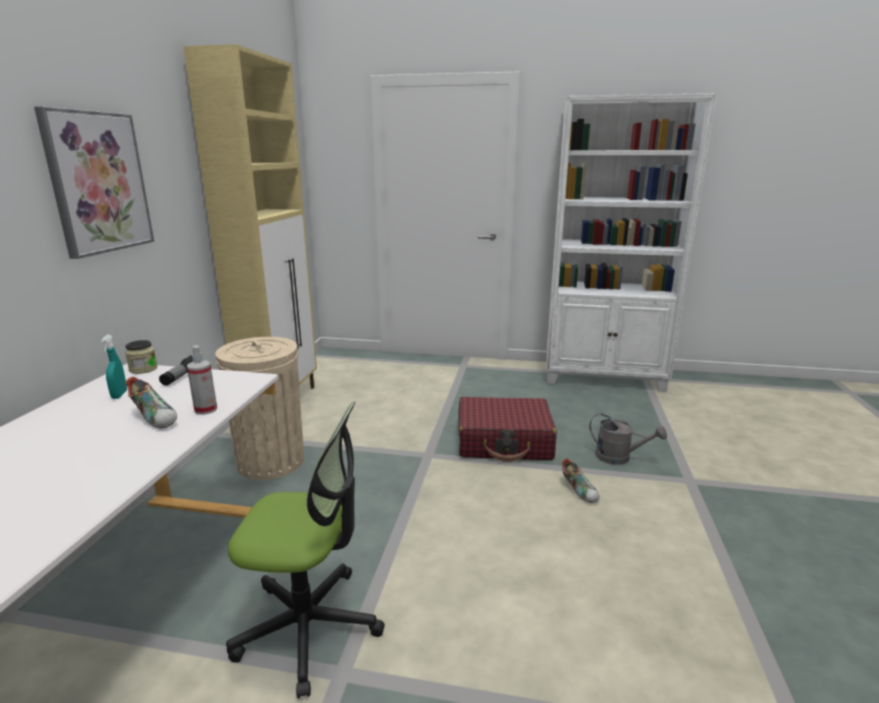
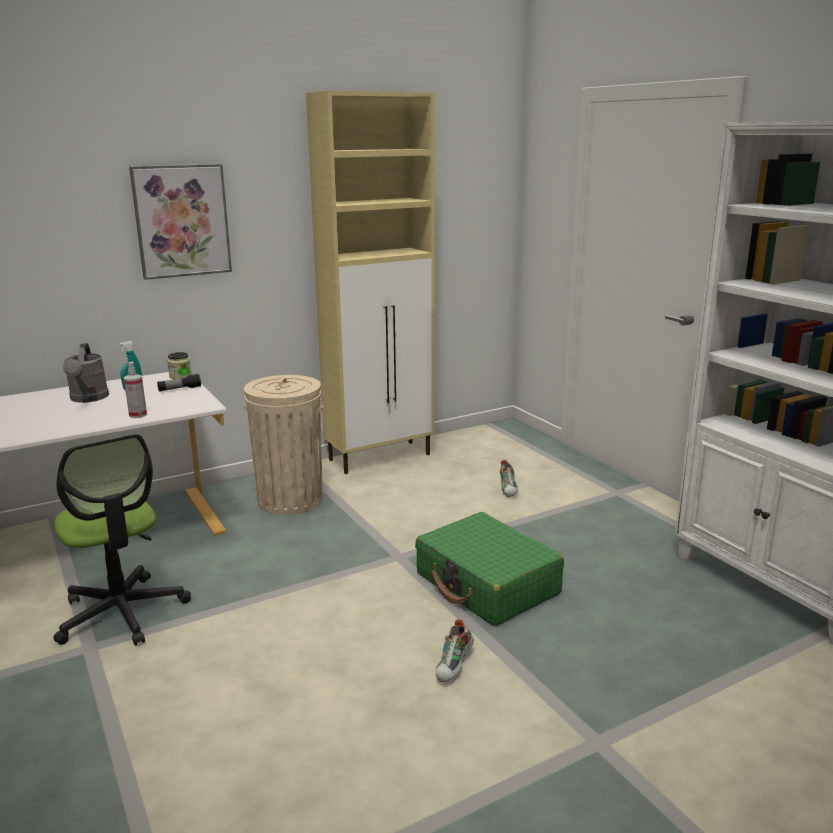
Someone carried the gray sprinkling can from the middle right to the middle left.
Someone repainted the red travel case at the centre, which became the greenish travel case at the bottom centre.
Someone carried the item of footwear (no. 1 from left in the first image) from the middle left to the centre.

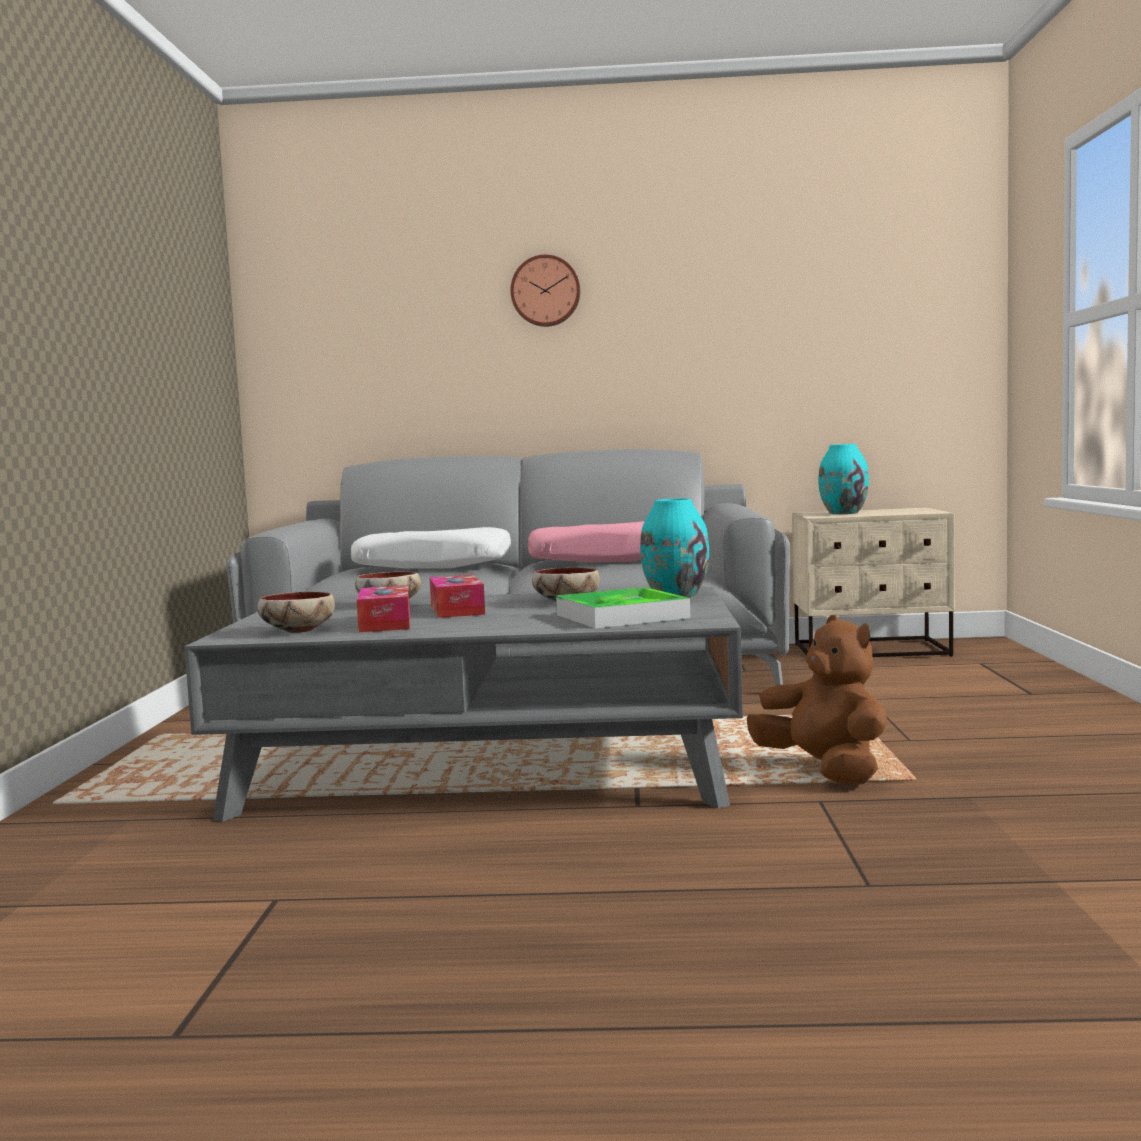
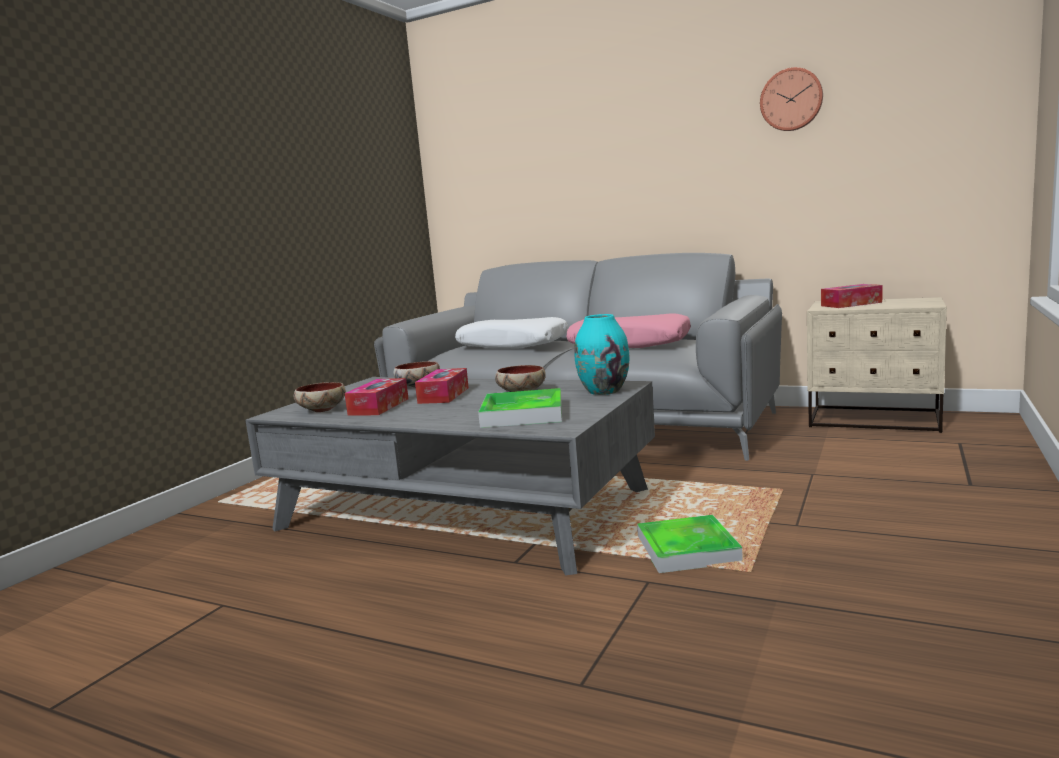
Someone swapped the brown-coloured plush toy at the middle right for the carrying tray (no. 2 from left) at the bottom centre.
Someone carried the hanging clock from the top centre to the top right.
Someone swapped the blue-green flower vase (no. 2 from left) at the middle right for the tissue box (no. 3 from left) at the middle right.

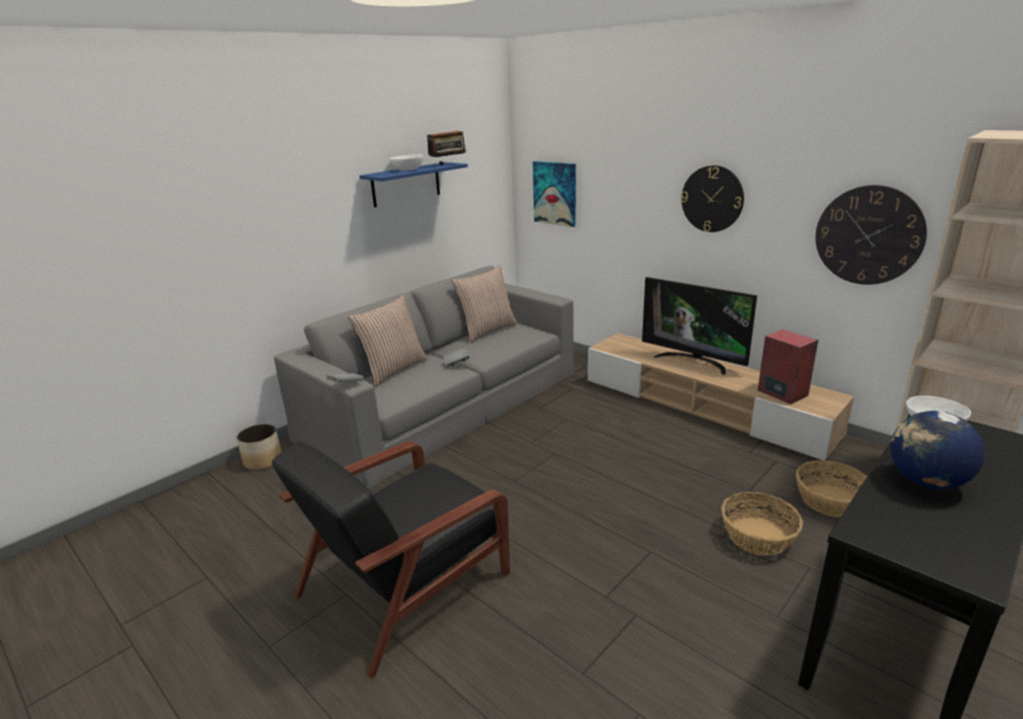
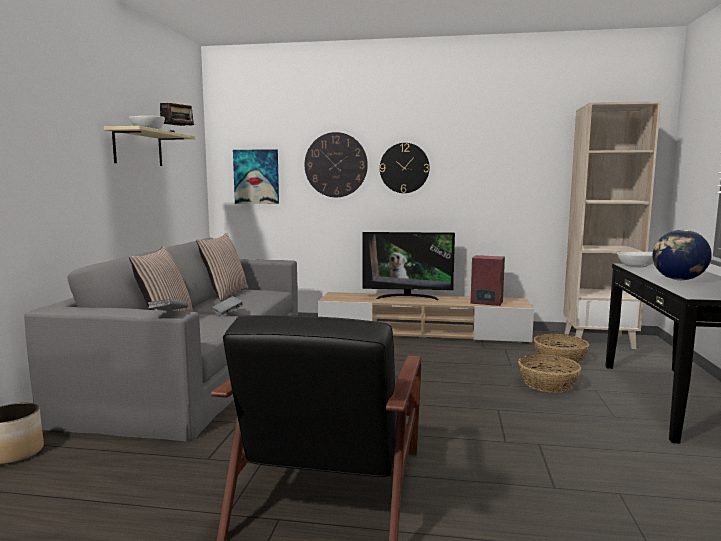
Someone repainted the blue-coloured bracket shelf at the top centre, which became the beige bracket shelf at the top left.
Someone carried the hanging clock (no. 2 from left in the first image) from the top right to the top centre.

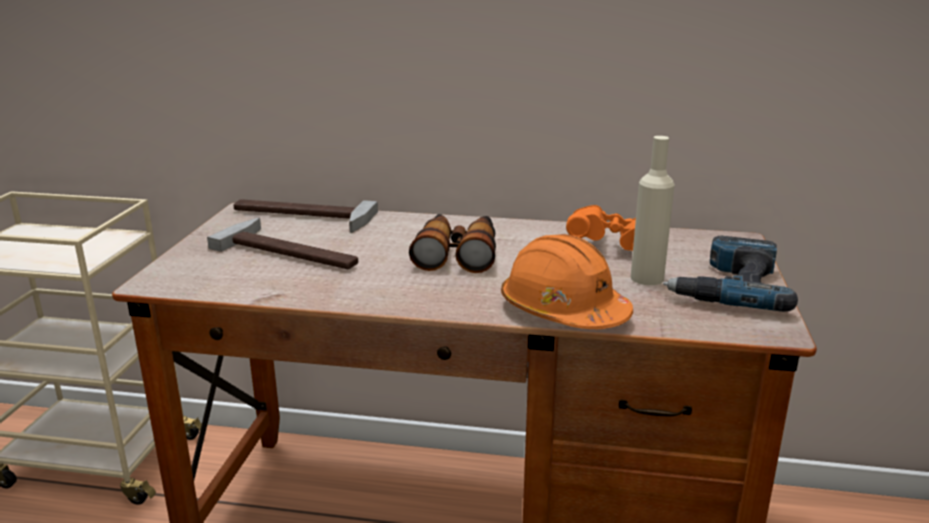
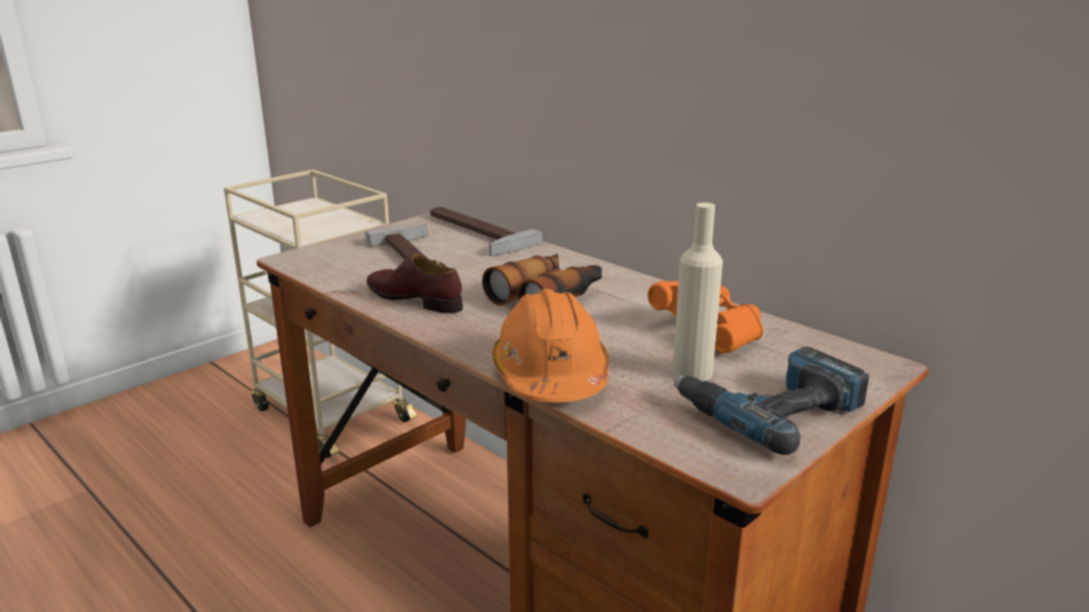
Someone put down the brown-coloured item of footwear at the centre.

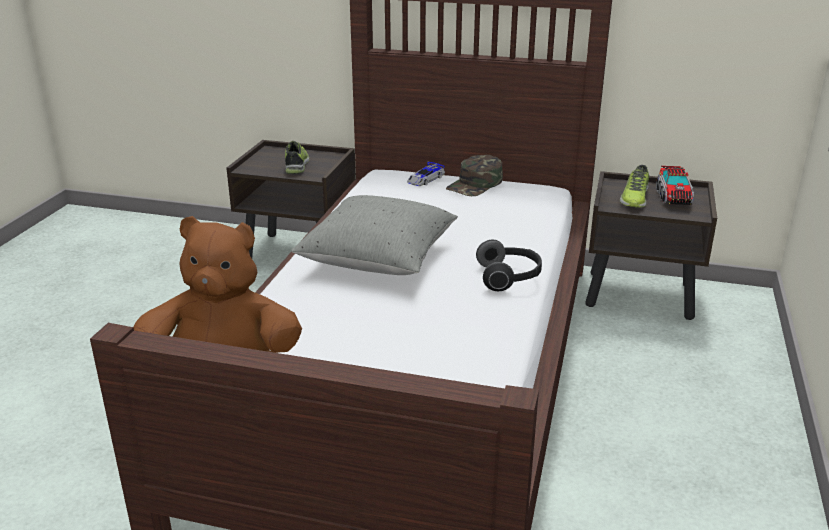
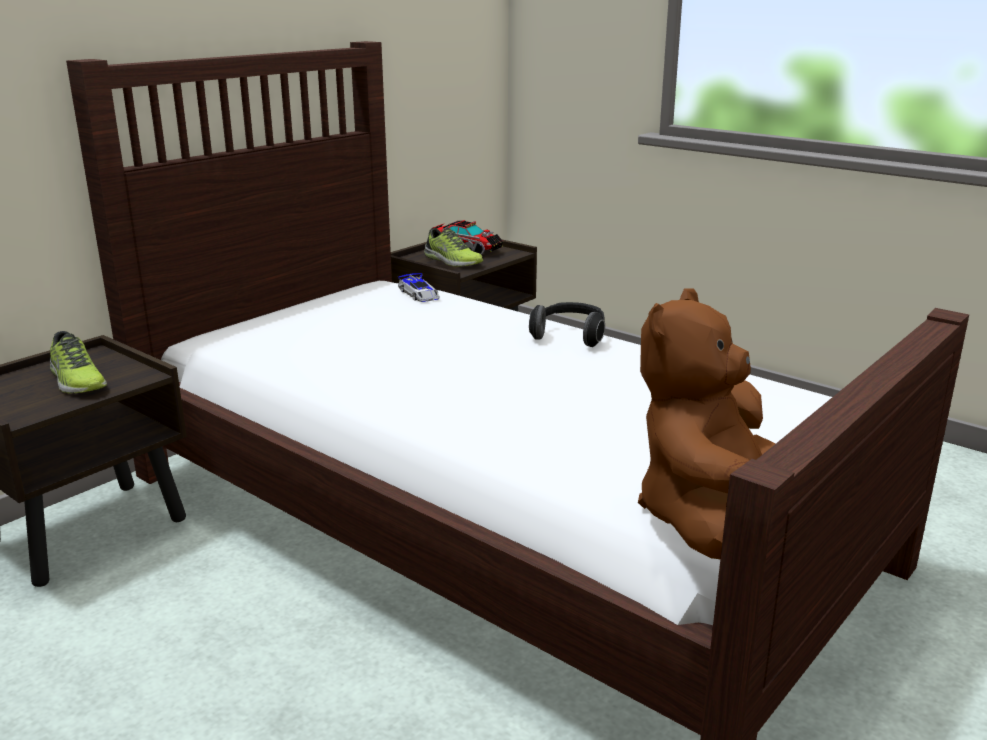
Someone rotated the item of footwear (no. 1 from left) at the top centre by 150 degrees counterclockwise.
Someone carried the toy car from the top centre to the centre.
Someone took away the gray throw pillow at the centre.
Someone took away the greenish baseball cap at the top centre.

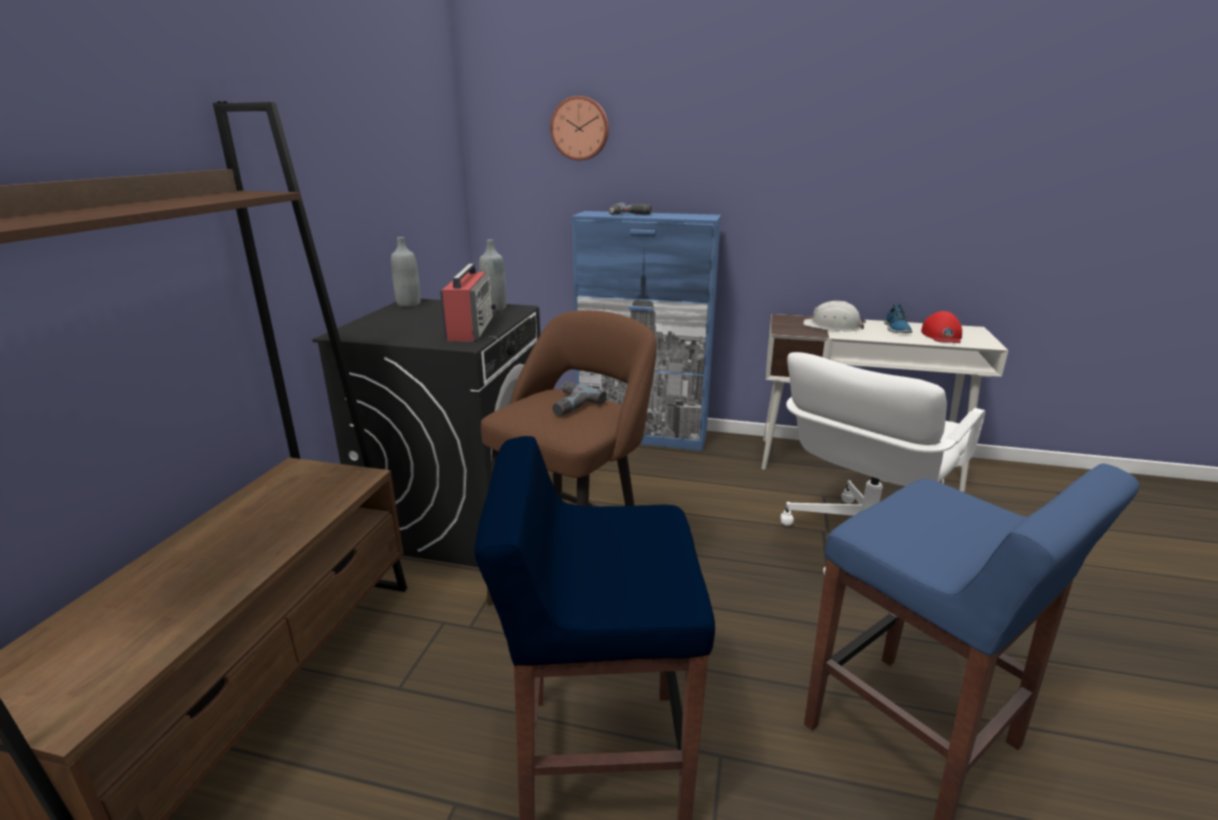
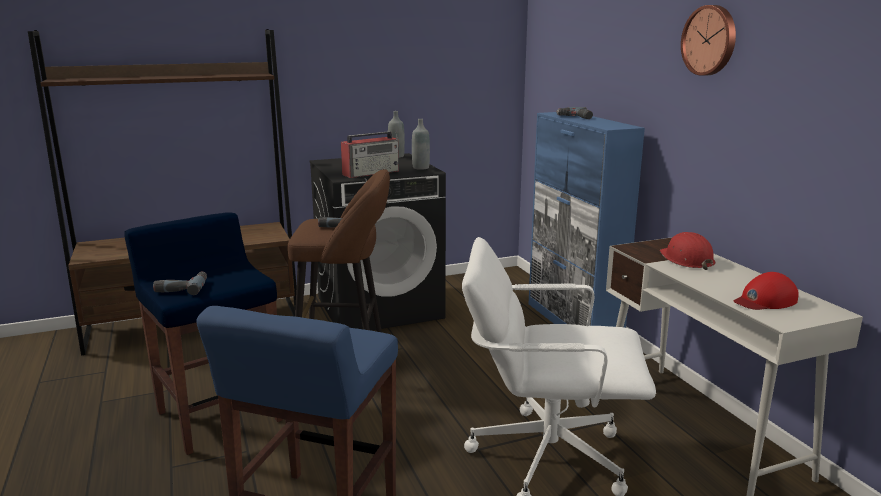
Someone put down the power drill (no. 1 from left) at the middle left.
Someone repainted the whitish work helmet at the middle right, which became the red work helmet at the middle right.
Someone carried the hanging clock from the top centre to the top right.
Someone took away the item of footwear at the middle right.

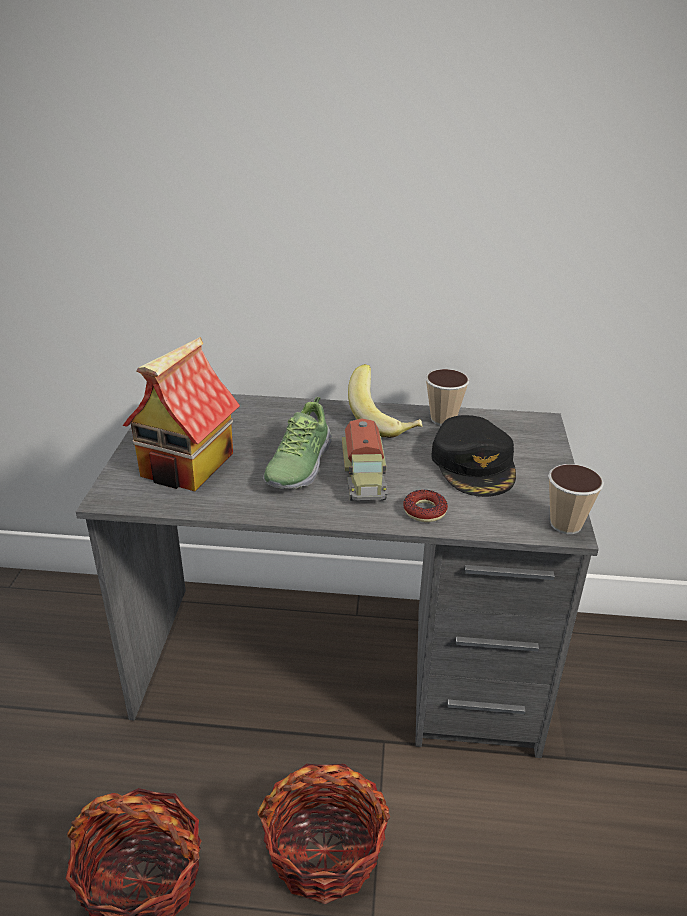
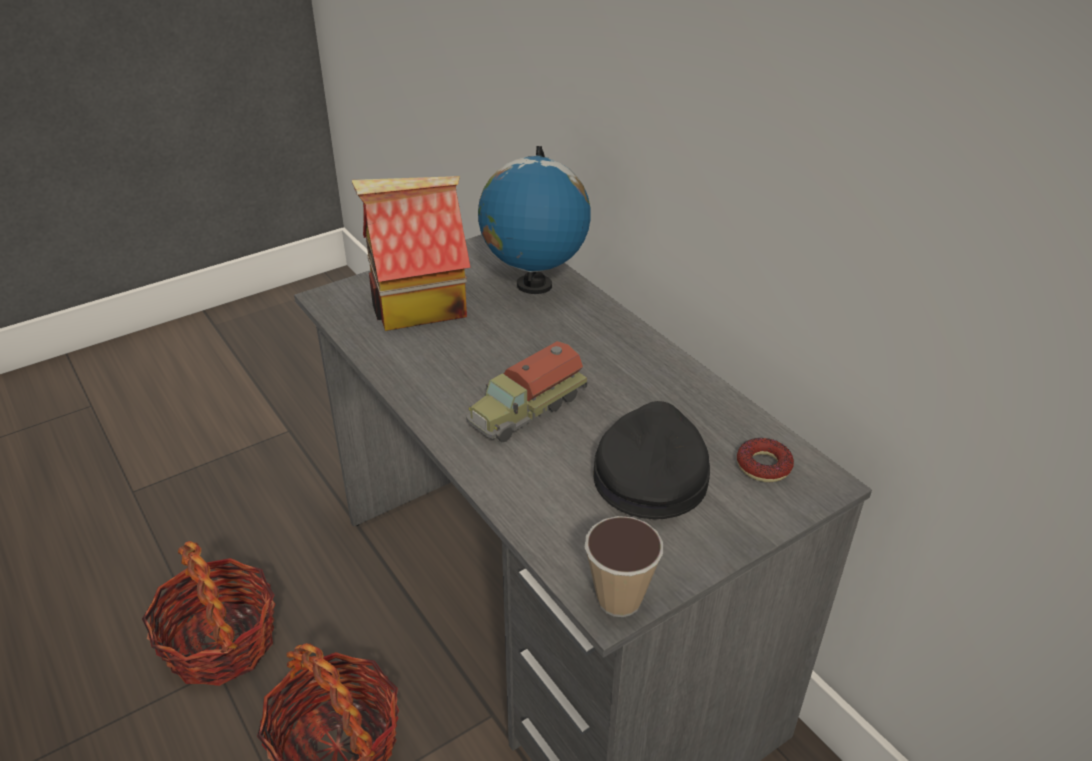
Someone put down the globe at the top centre.
Someone rotated the blackish baseball cap at the middle right by 150 degrees clockwise.
Someone carried the ring doughnut from the centre to the middle right.
Someone took away the item of footwear at the centre.
Someone took away the banana fruit at the centre.
Someone took away the drinking cup (no. 1 from left) at the centre.

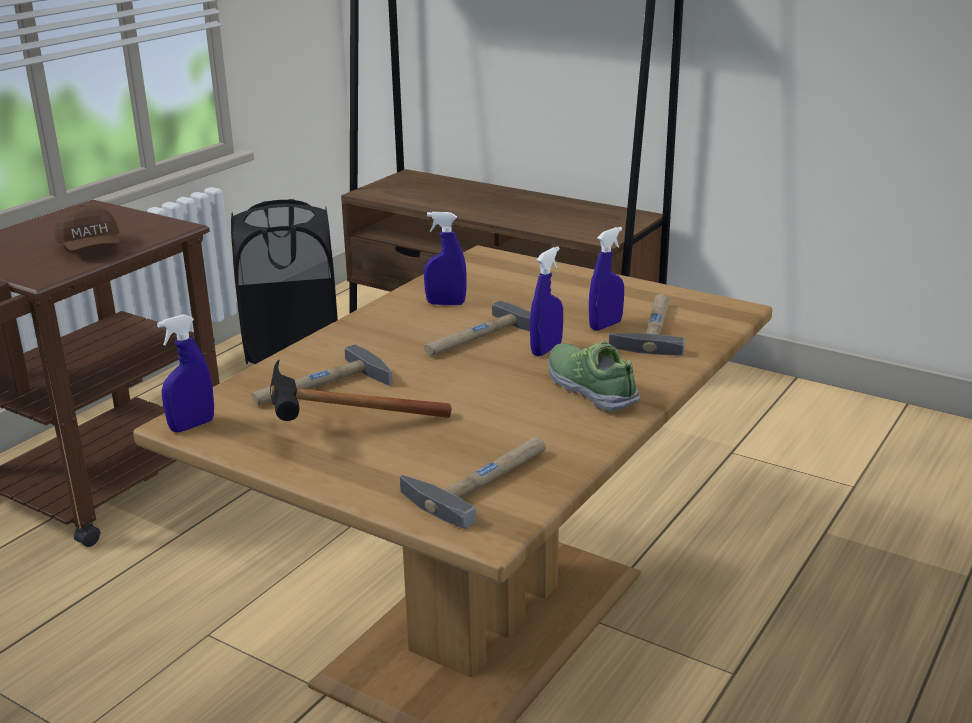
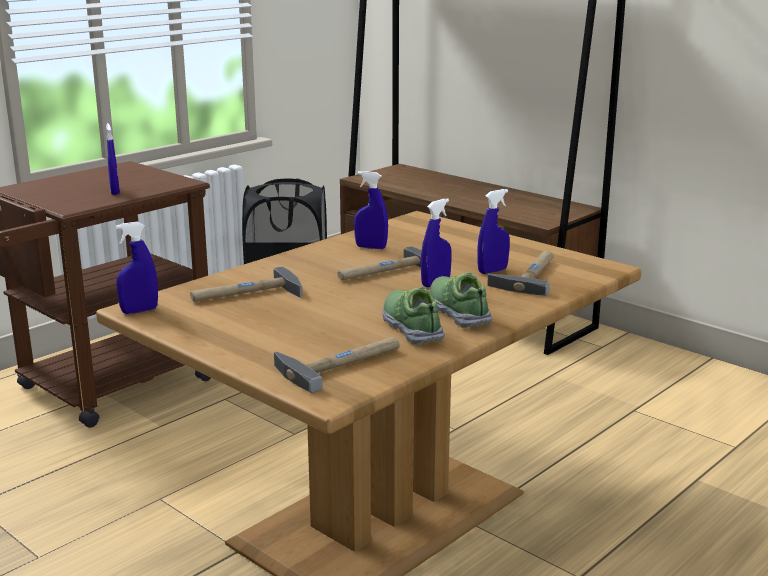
Someone swapped the brown-coloured baseball cap at the top left for the blue-coloured sprayer (no. 1 from left) at the top left.
Someone put down the item of footwear (no. 1 from left) at the centre.
Someone took away the hammer (no. 2 from left) at the centre.

